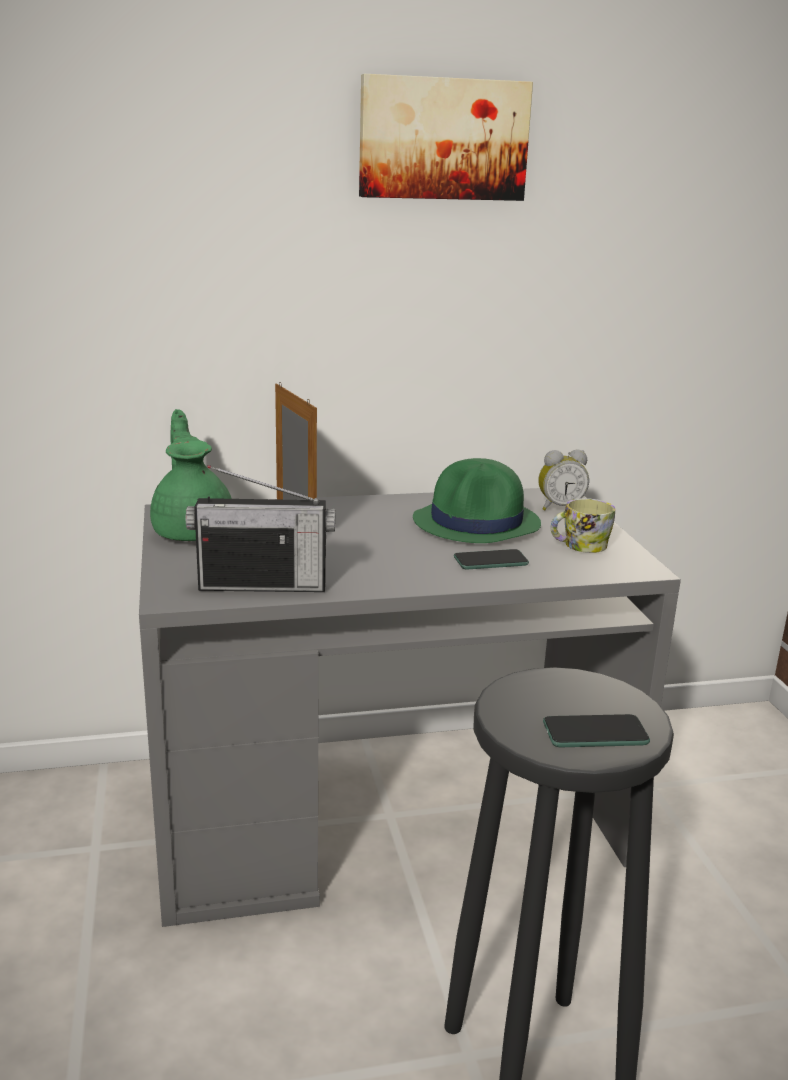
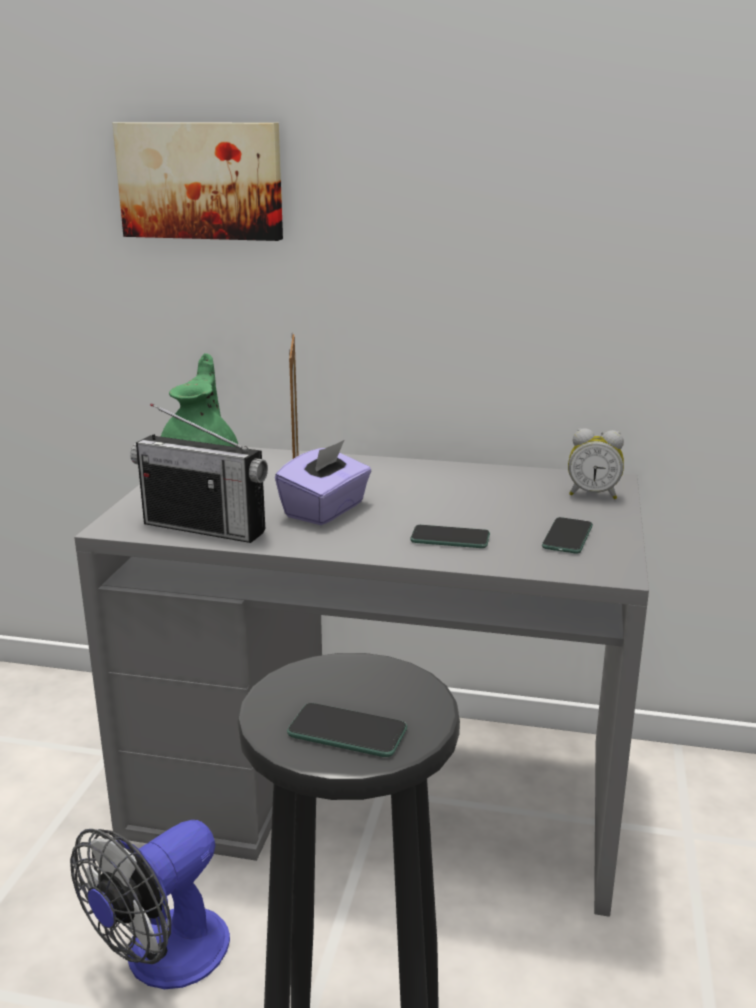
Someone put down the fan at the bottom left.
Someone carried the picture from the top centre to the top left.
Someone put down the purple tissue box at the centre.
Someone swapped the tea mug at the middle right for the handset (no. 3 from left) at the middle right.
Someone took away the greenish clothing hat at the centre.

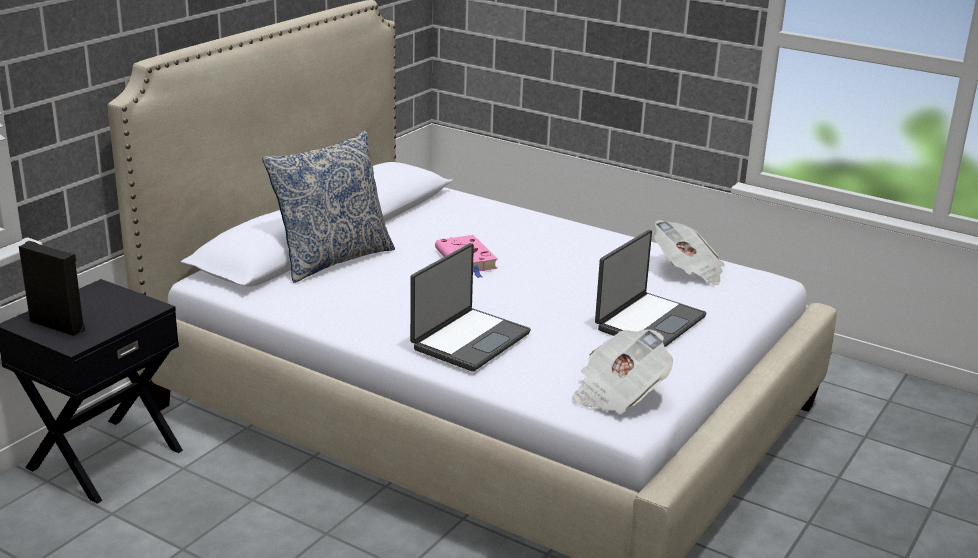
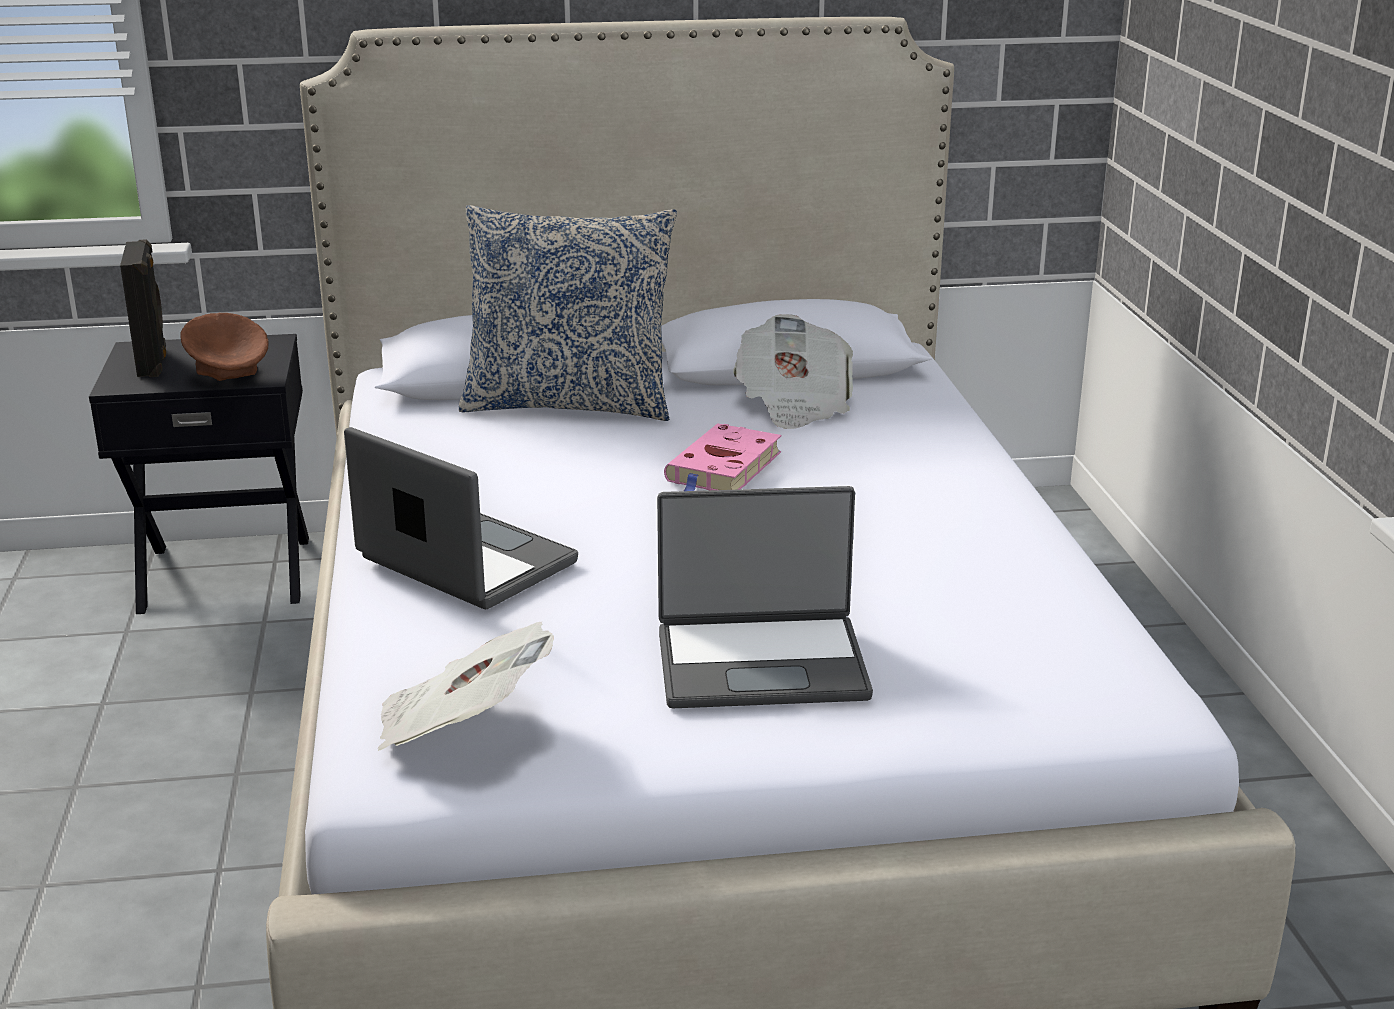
Someone put down the brown-coloured deep dish at the middle left.
Someone rotated the portable computer (no. 1 from left) at the centre by 135 degrees counterclockwise.
Someone carried the printed paper (no. 2 from left) from the middle right to the centre.

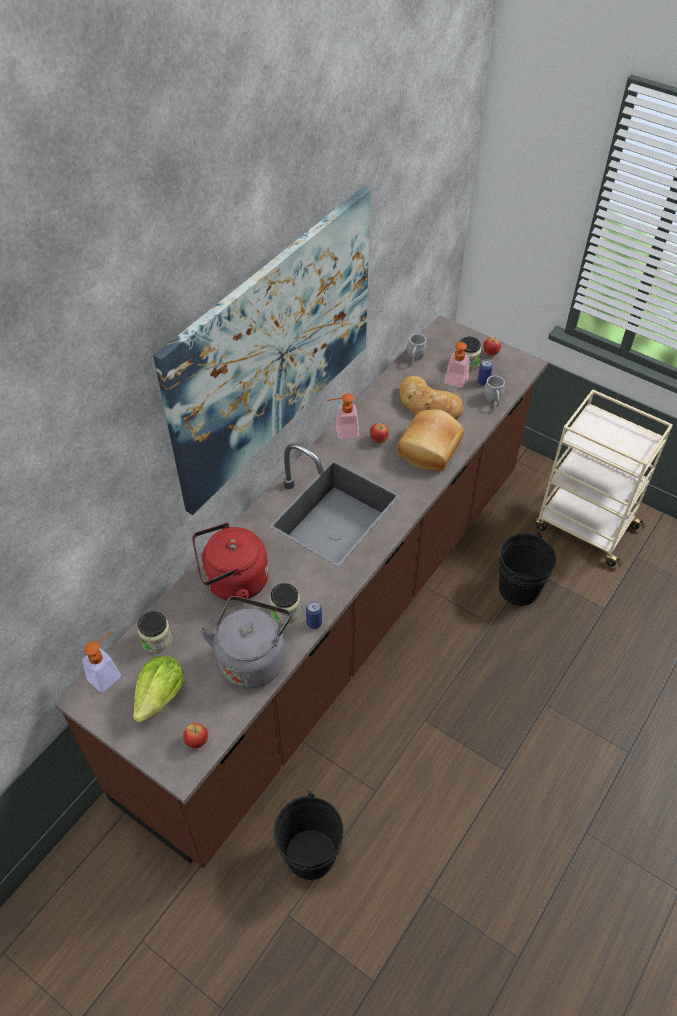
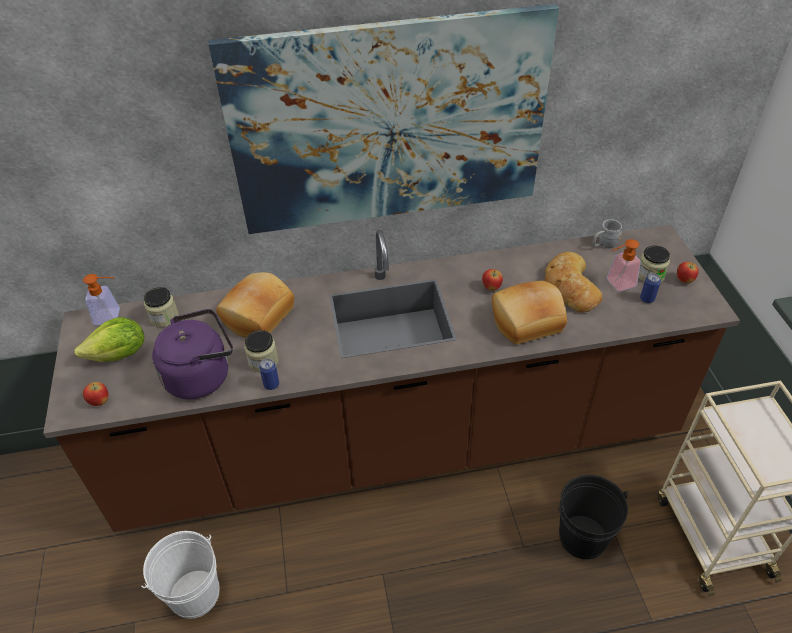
Someone repainted the blackish water bucket (no. 1 from left) at the bottom centre, which became the whitish water bucket at the bottom left.
Someone repainted the gray water kettle at the centre, which became the purple water kettle at the middle left.
Someone swapped the red water kettle at the centre for the baked bread (no. 1 from left) at the middle left.
Someone took away the soap dispenser (no. 2 from left) at the centre.
Someone took away the gray tea mug (no. 2 from left) at the middle right.

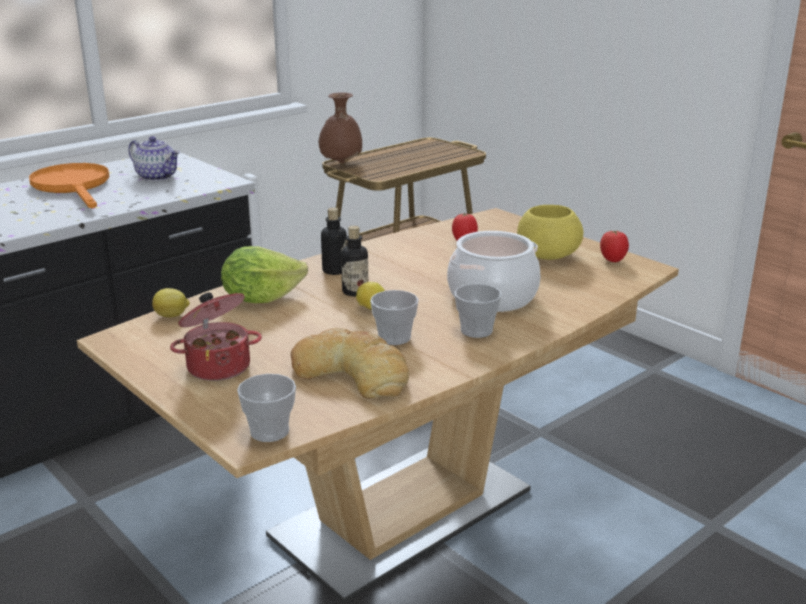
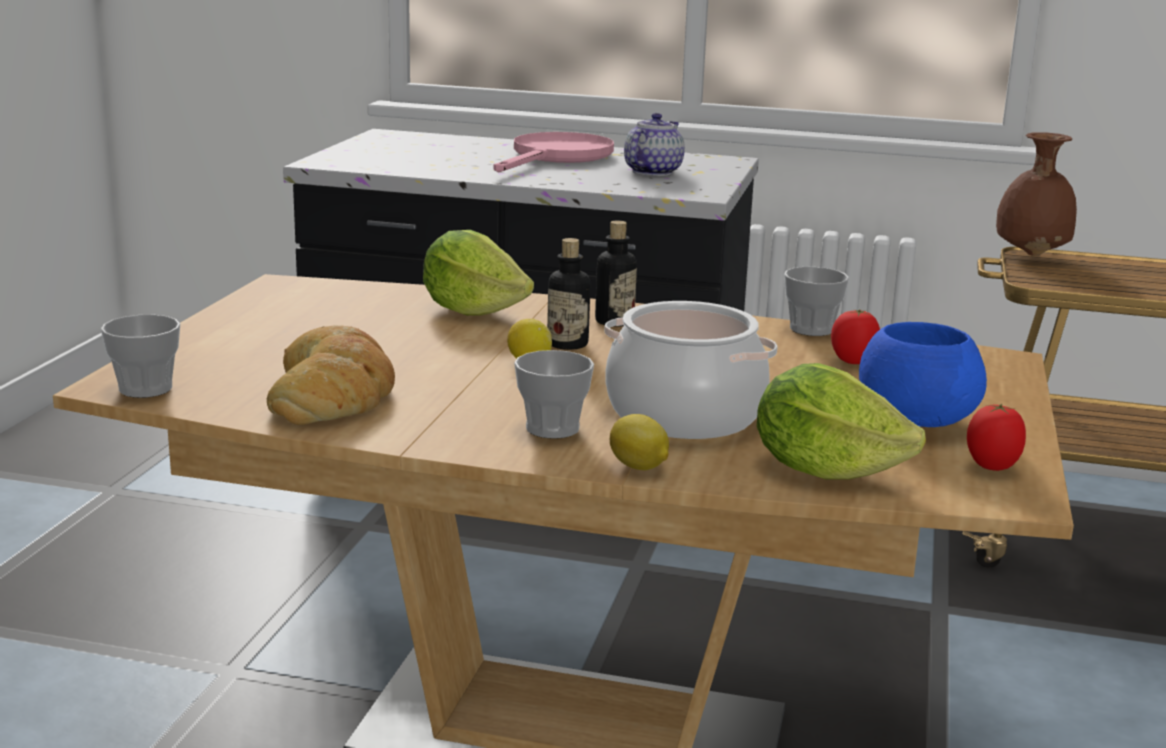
Someone repainted the orange-coloured frying pan at the top left, which became the pinkish frying pan at the top centre.
Someone carried the citrus fruit (no. 1 from left in the first image) from the middle left to the centre.
Someone rotated the tea pot at the top left by 150 degrees counterclockwise.
Someone put down the head of lettuce (no. 2 from left) at the middle right.
Someone carried the drinking cup (no. 2 from left in the first image) from the centre to the middle right.
Someone repainted the yellowish deep dish at the middle right, which became the blue-coloured deep dish at the middle right.
Someone took away the stockpot (no. 1 from left) at the middle left.

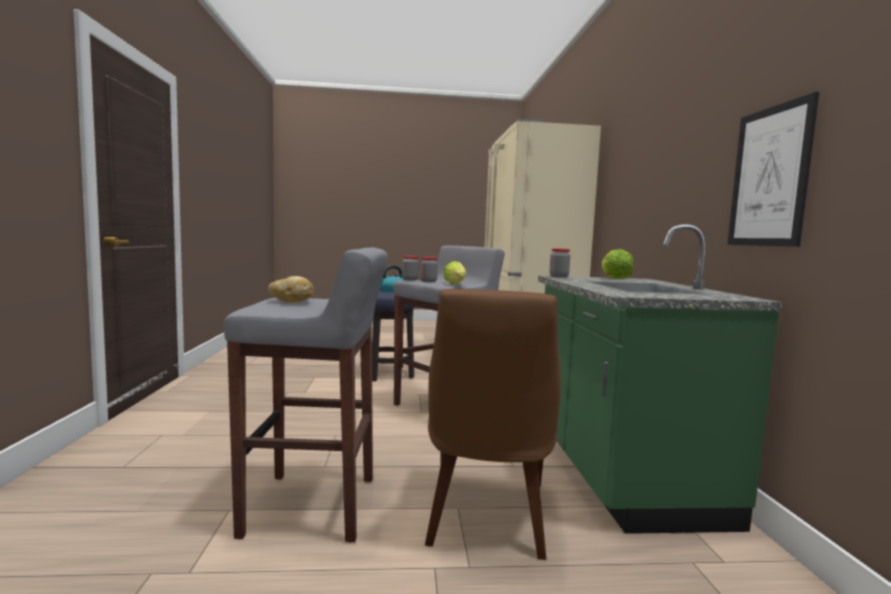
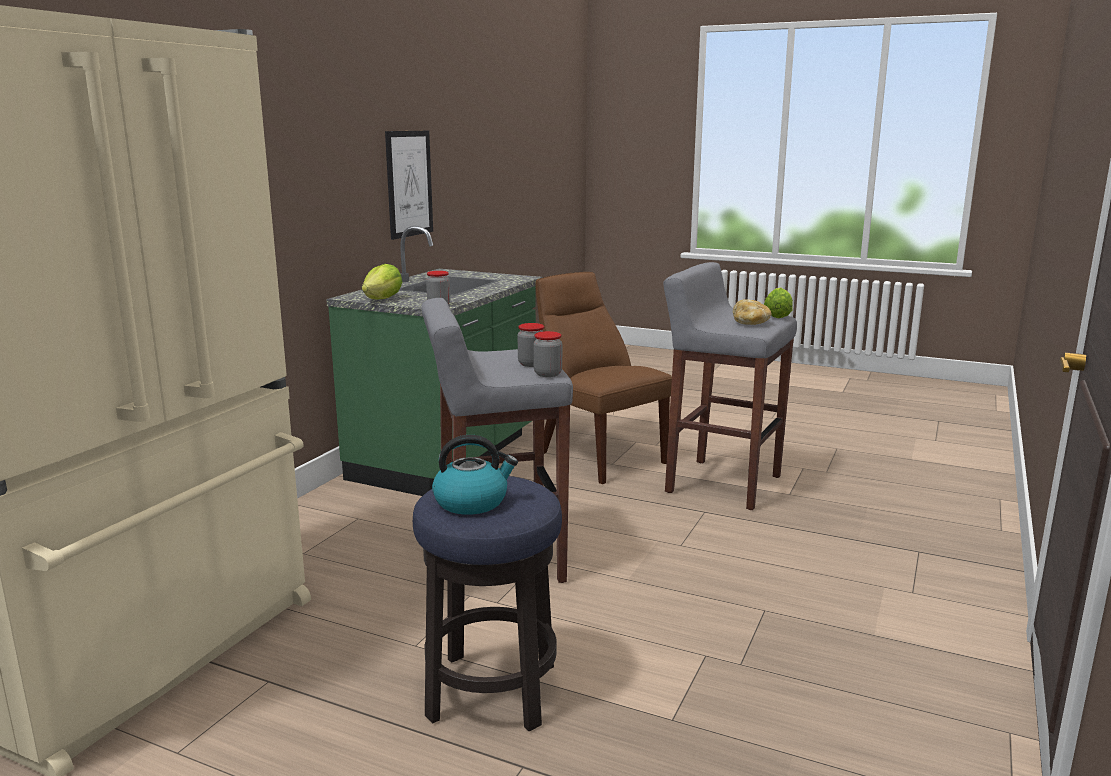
Someone rotated the brown-coloured chair at the bottom centre by 75 degrees counterclockwise.
Someone carried the head of lettuce (no. 1 from left in the first image) from the centre to the middle right.

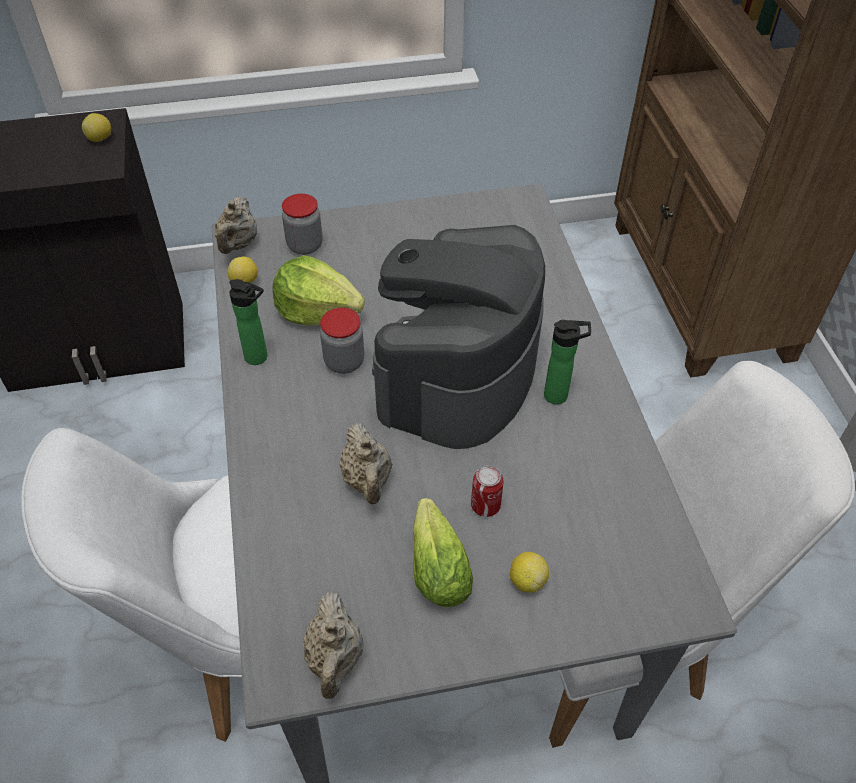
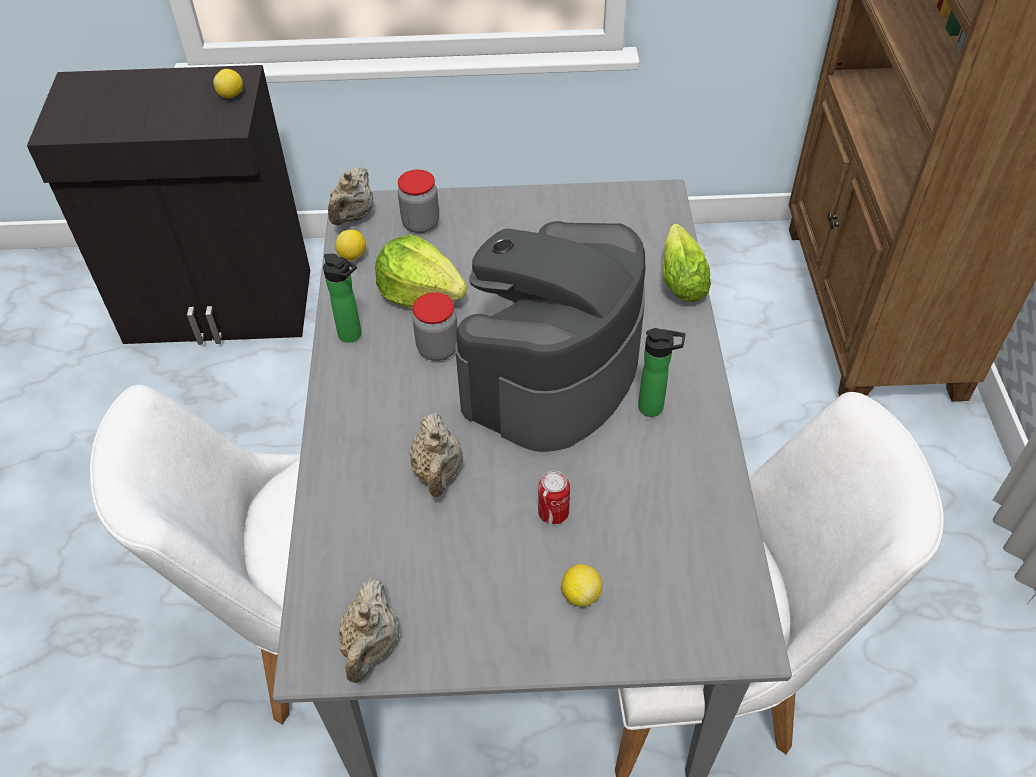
Someone carried the head of lettuce (no. 2 from left) from the bottom centre to the centre.

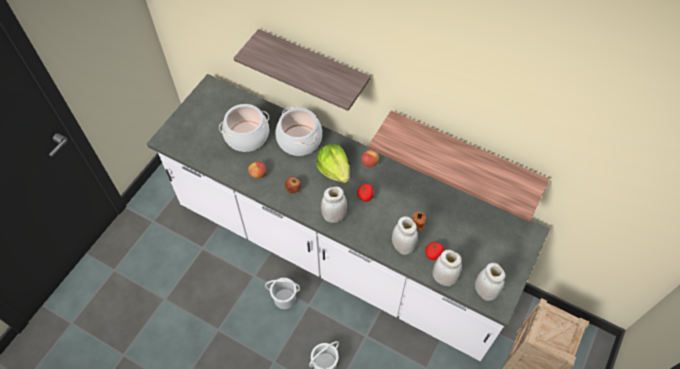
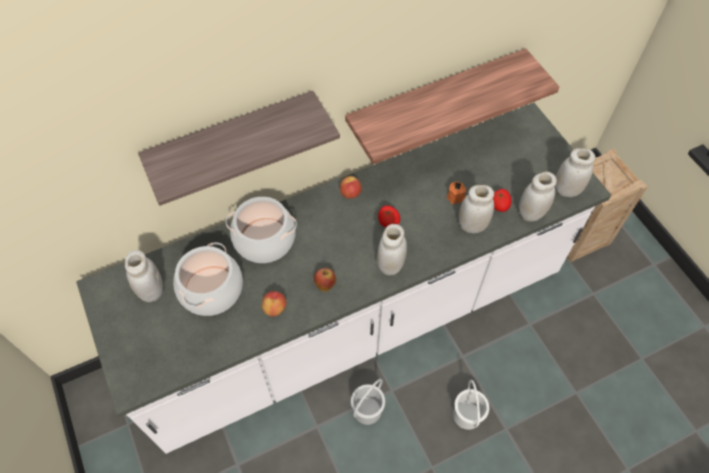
Someone put down the whitish preserve jar (no. 1 from left) at the middle left.
Someone took away the head of lettuce at the centre.

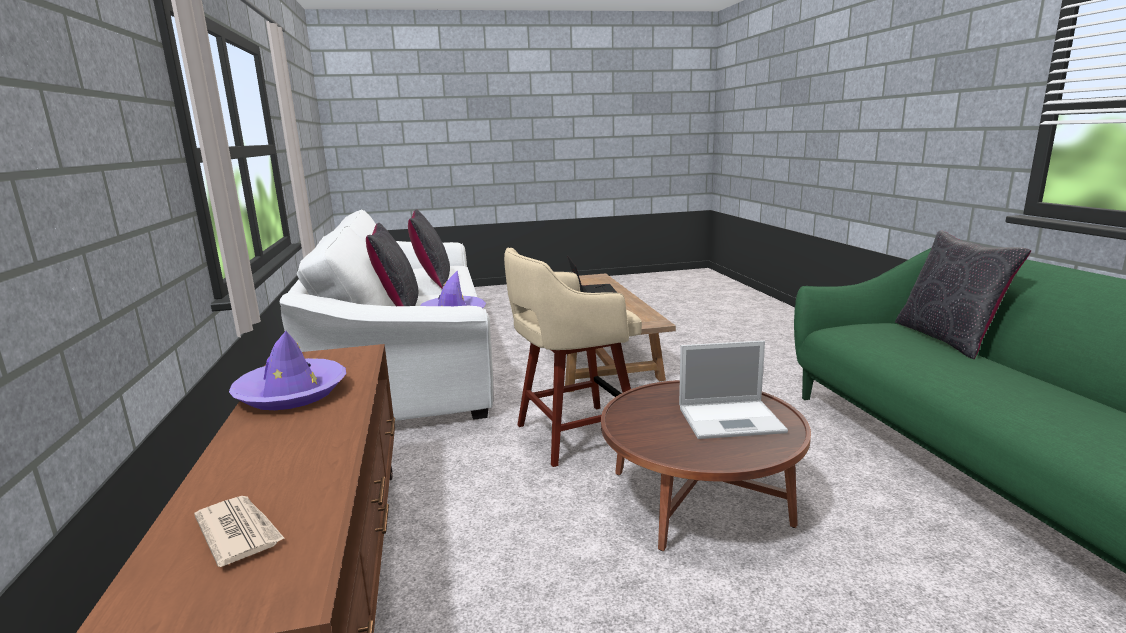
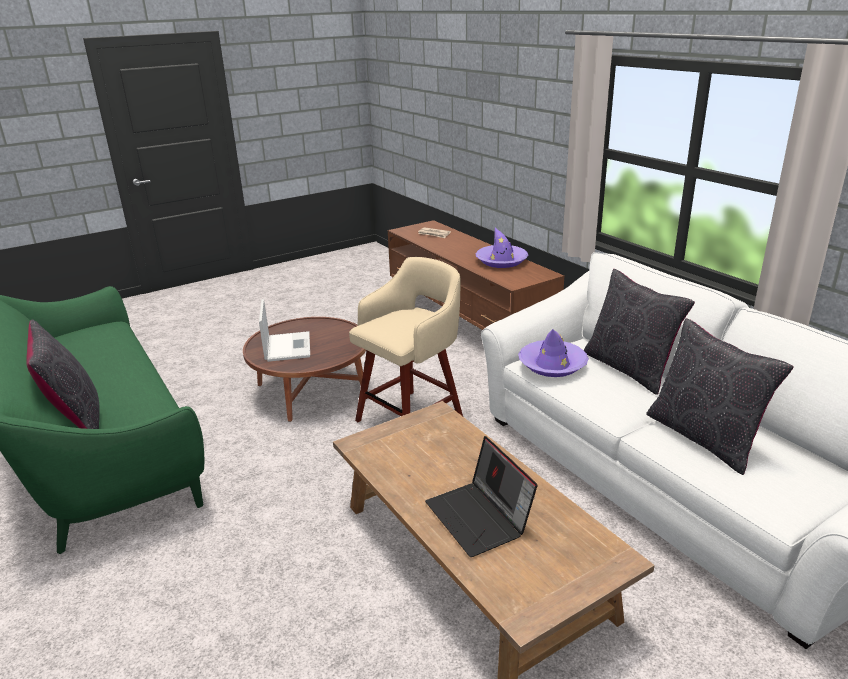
Someone rotated the portable computer (no. 2 from left in the first image) at the centre by 105 degrees clockwise.

